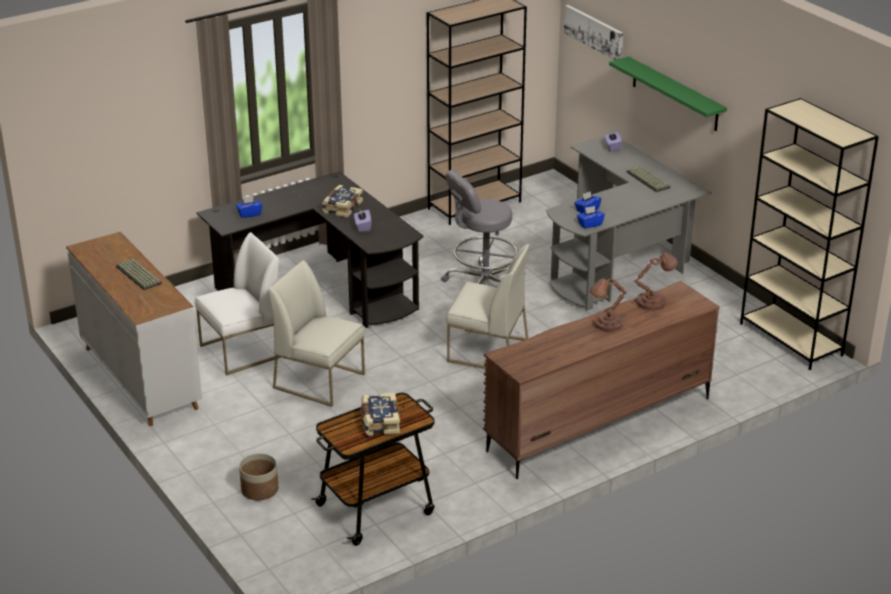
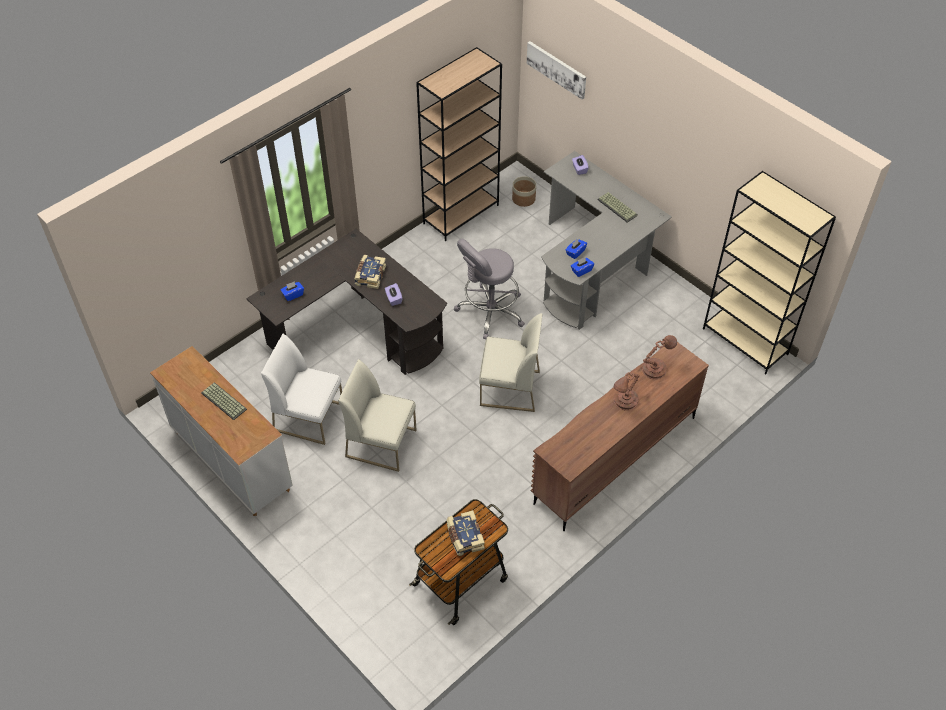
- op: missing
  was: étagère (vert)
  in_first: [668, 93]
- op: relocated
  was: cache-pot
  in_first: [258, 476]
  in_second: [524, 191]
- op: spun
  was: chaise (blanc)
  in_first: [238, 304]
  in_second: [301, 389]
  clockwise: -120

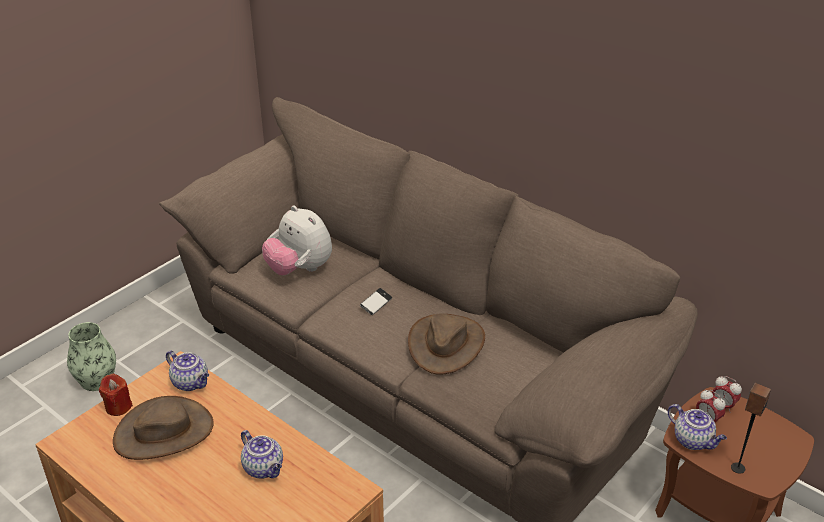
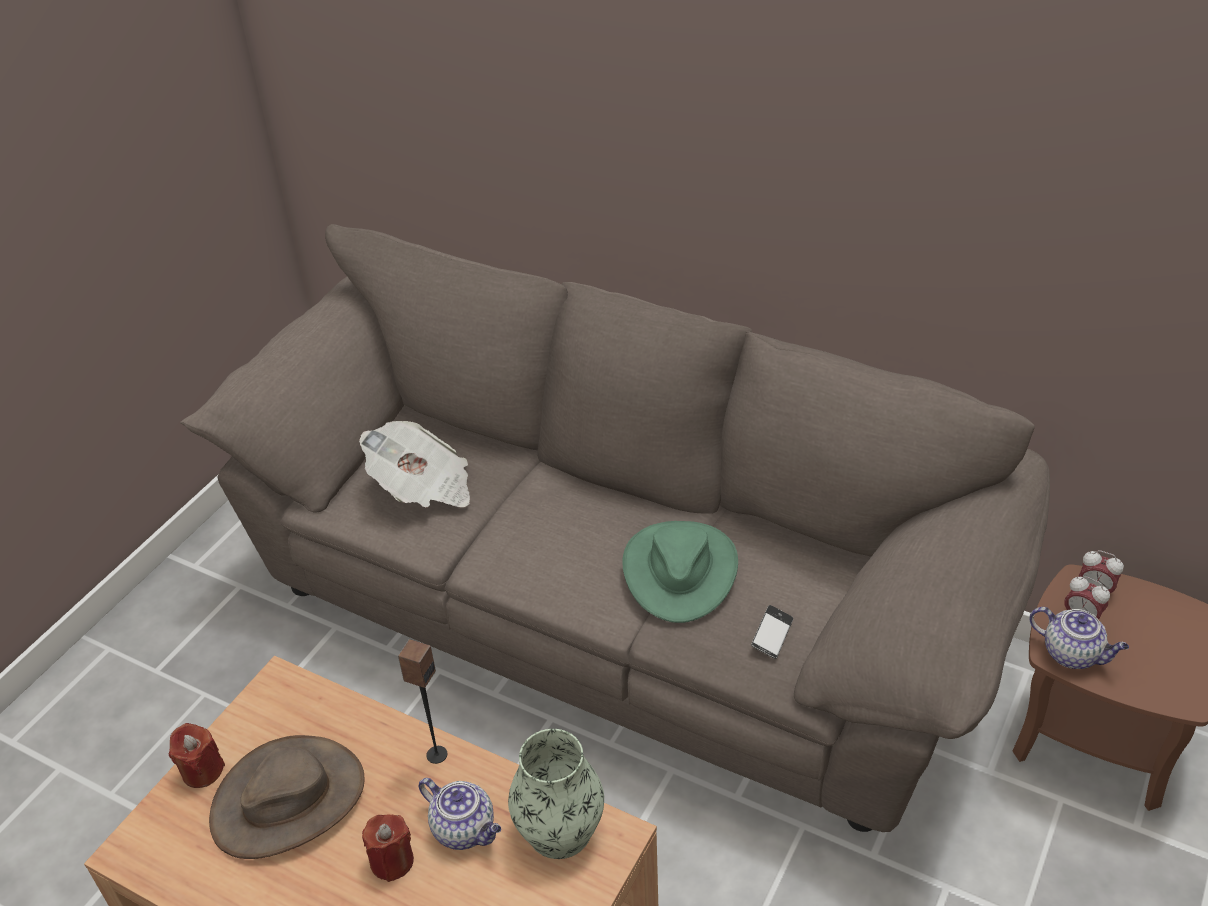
- op: missing
  was: théière
  in_first: [187, 370]
- op: appeared
  now: bougie (rouge)
  in_second: [388, 848]
- op: relocated
  was: vase
  in_first: [91, 356]
  in_second: [556, 794]
- op: relocated
  was: téléphone
  in_first: [376, 301]
  in_second: [772, 632]
- op: relocated
  was: enceinte
  in_first: [751, 428]
  in_second: [422, 701]
- op: exchanged
  was: peluche
  now: journal
  in_first: [297, 240]
  in_second: [414, 464]
- op: colour
  was: chapeau (marron)
  now: chapeau (vert)
  in_first: [446, 344]
  in_second: [680, 572]

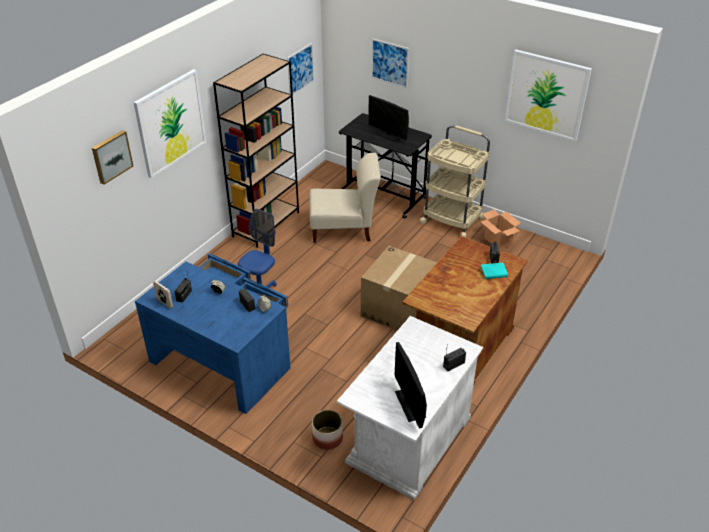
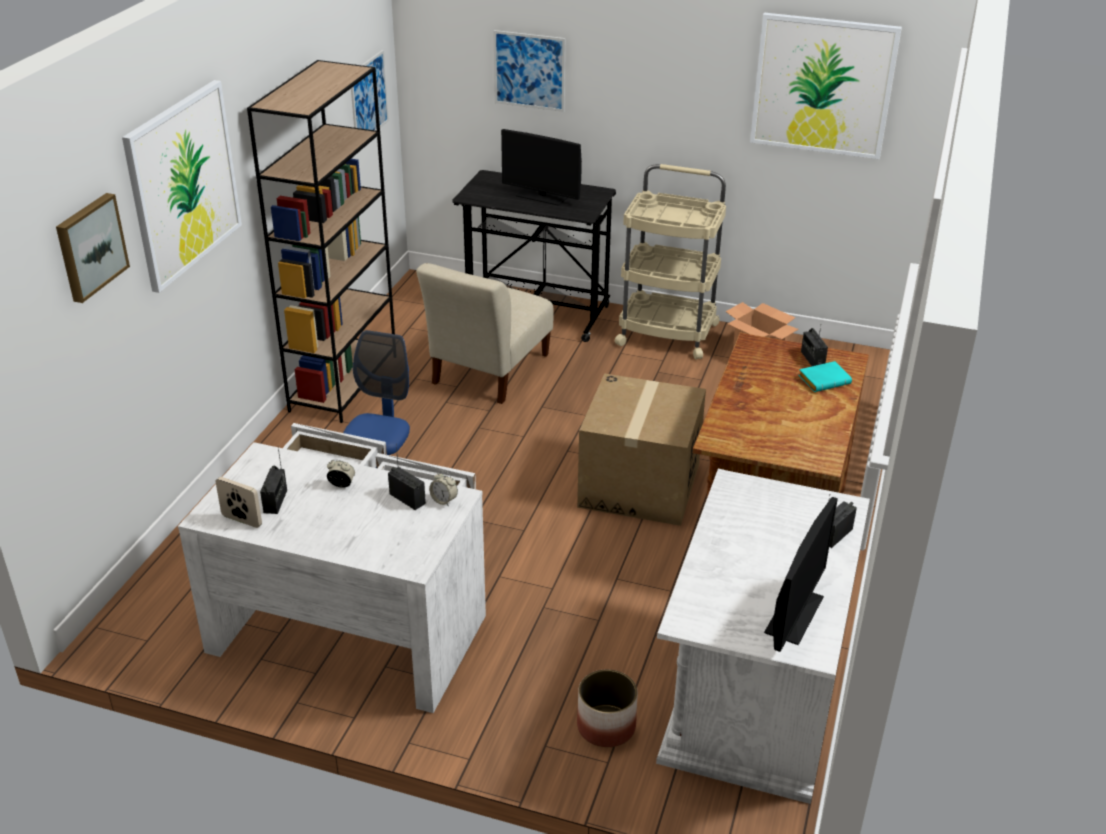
- op: colour
  was: bureau (bleu)
  now: bureau (blanc)
  in_first: [213, 333]
  in_second: [332, 568]
- op: spun
  was: chaise (beige)
  in_first: [345, 198]
  in_second: [484, 333]
  clockwise: 135
- op: spun
  was: écran d'ordinateur
  in_first: [410, 385]
  in_second: [801, 574]
  clockwise: -120

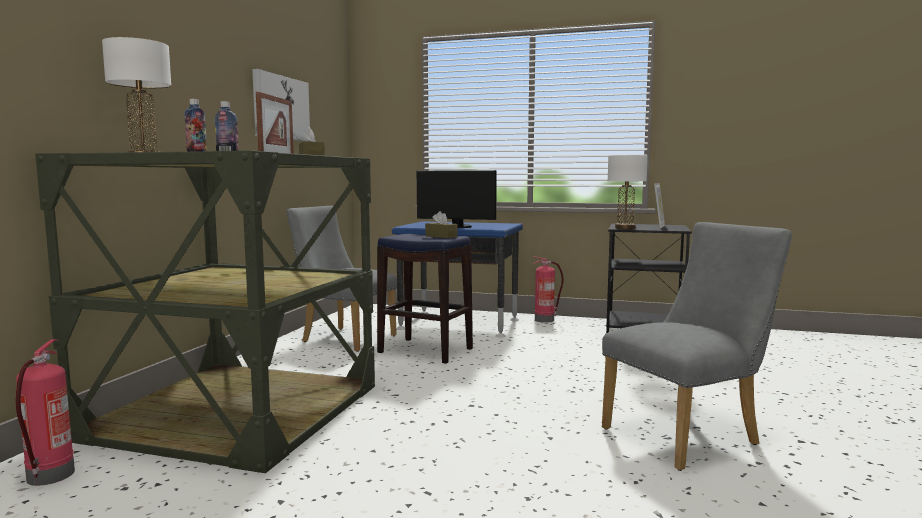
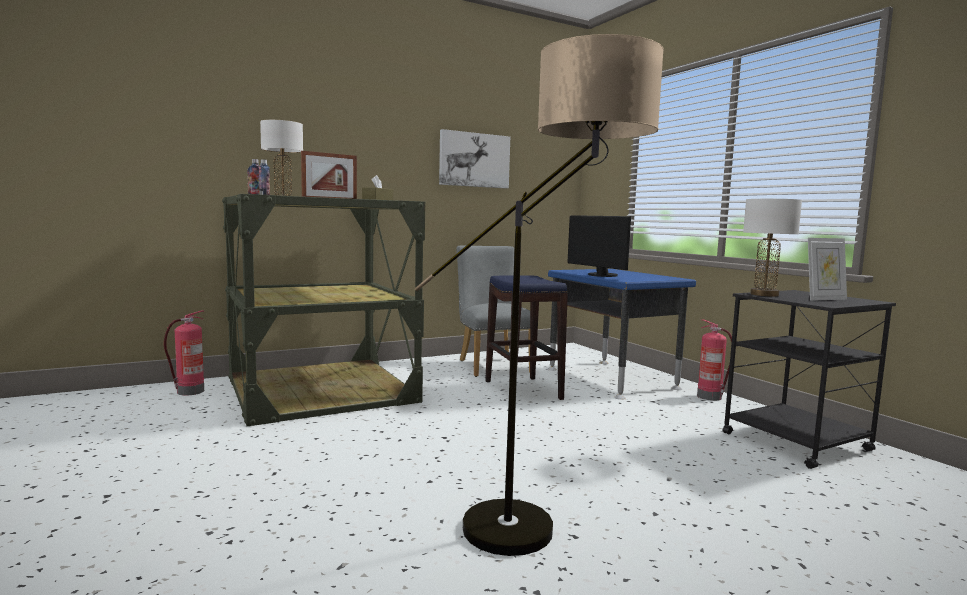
- op: missing
  was: boîte à mouchoirs (marron)
  in_first: [441, 224]
- op: exchanged
  was: chaise (gris)
  now: lampadaire
  in_first: [697, 346]
  in_second: [539, 295]

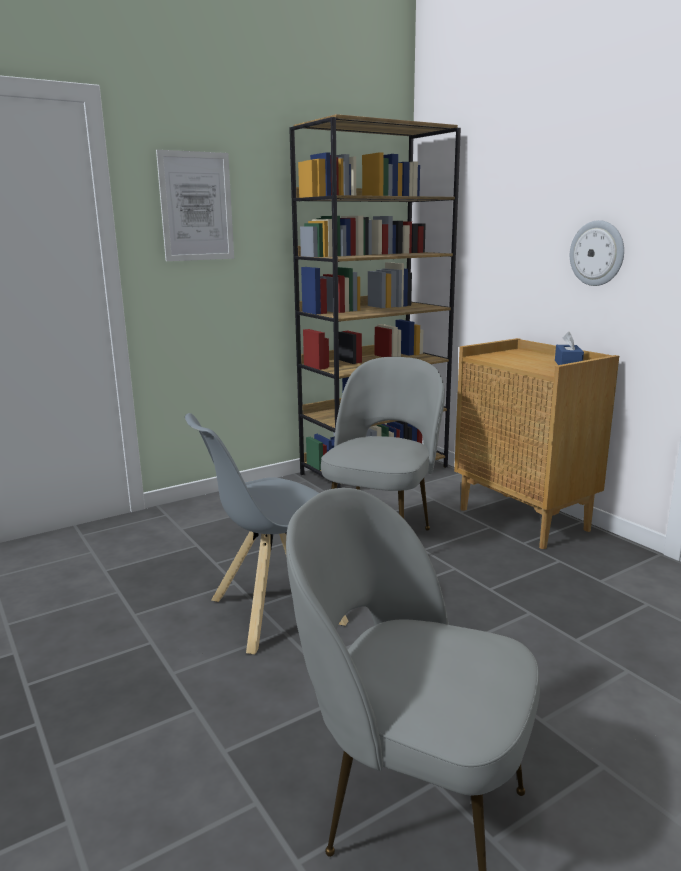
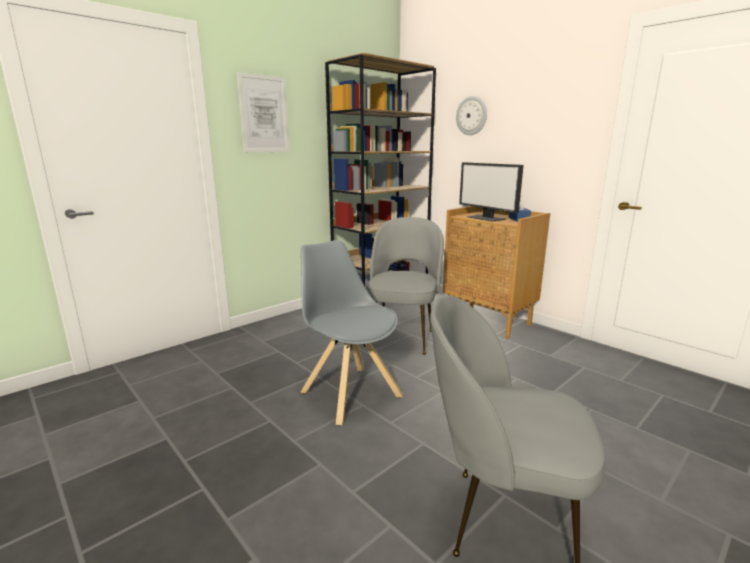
- op: appeared
  now: écran d'ordinateur
  in_second: [491, 192]
- op: relocated
  was: horloge murale
  in_first: [597, 253]
  in_second: [471, 115]
- op: spun
  was: chaise (gris)
  in_first: [266, 533]
  in_second: [351, 332]
  clockwise: 90

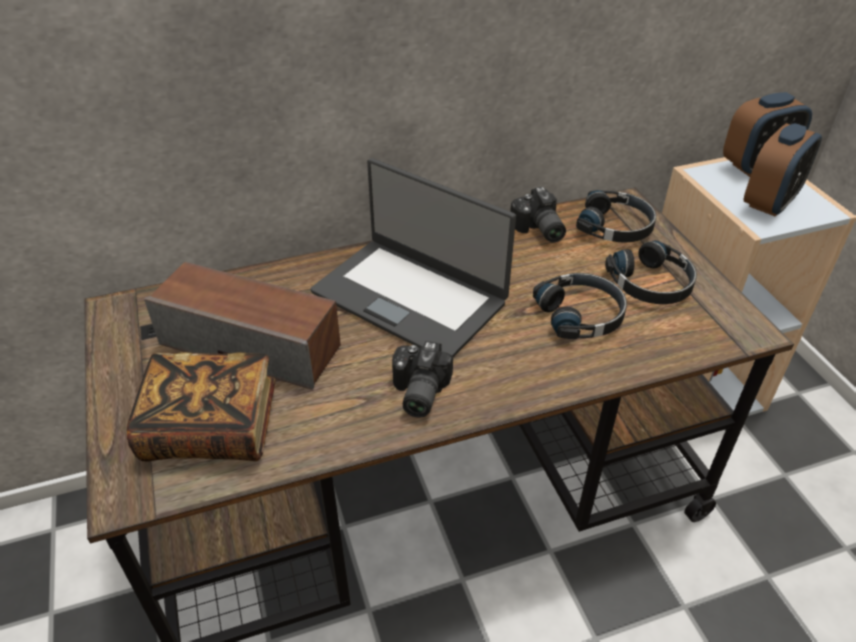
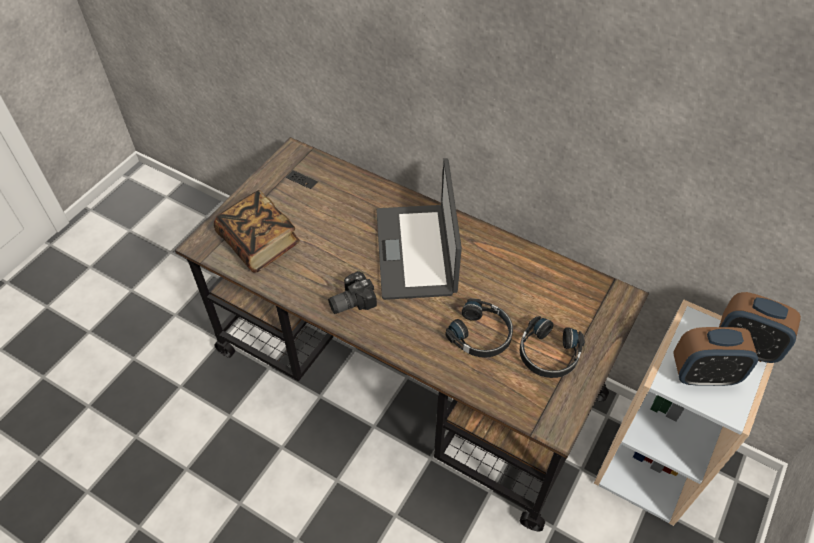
- op: missing
  was: enceinte
  in_first: [242, 326]
- op: missing
  was: appareil photo
  in_first: [538, 215]
- op: missing
  was: casque audio (noir)
  in_first: [616, 216]

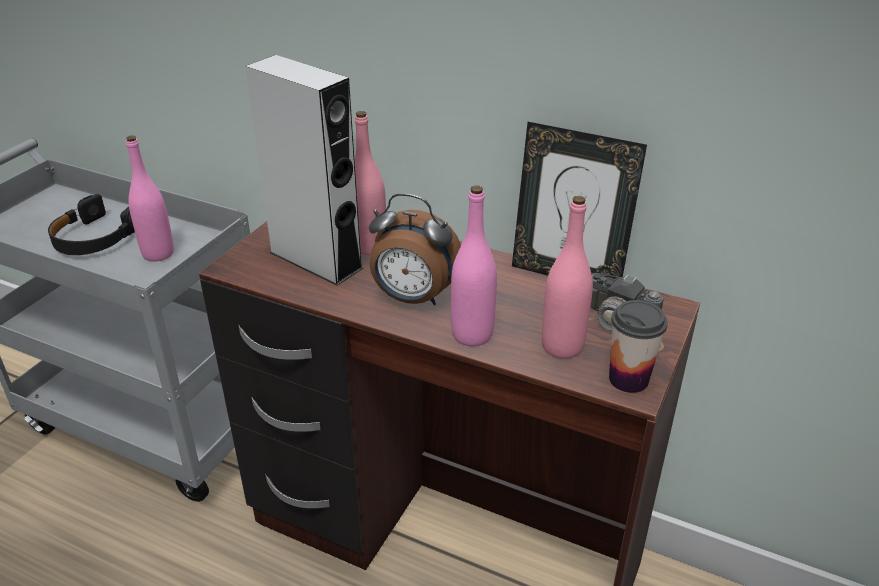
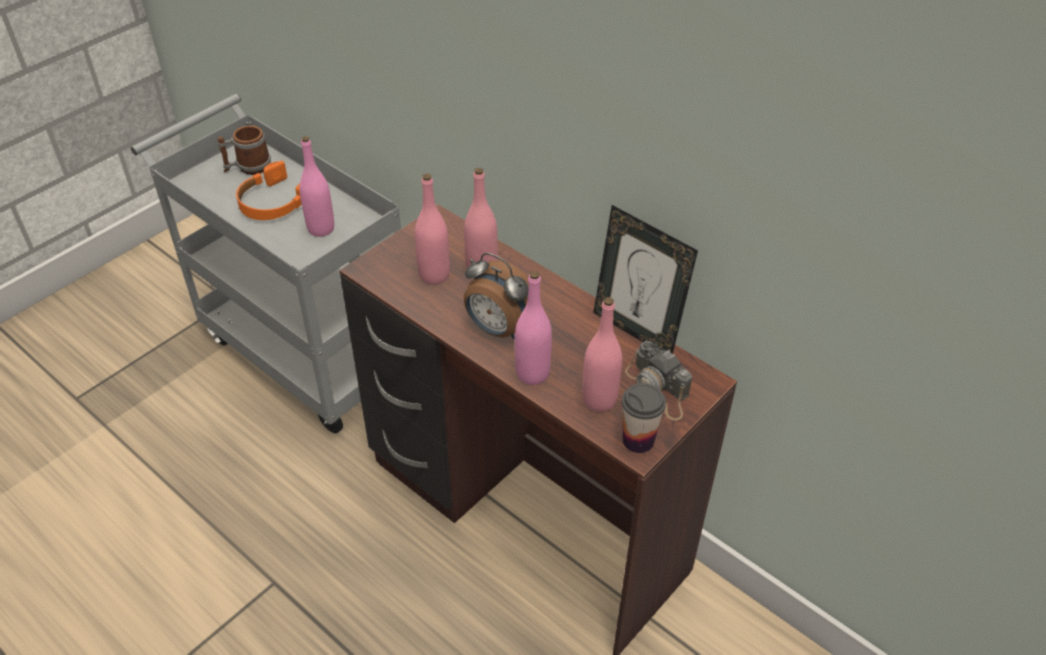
- op: appeared
  now: mug
  in_second: [244, 150]
- op: exchanged
  was: enceinte (gris)
  now: bouteille (rose)
  in_first: [304, 170]
  in_second: [432, 229]
- op: colour
  was: casque audio (noir)
  now: casque audio (orange)
  in_first: [91, 224]
  in_second: [269, 190]

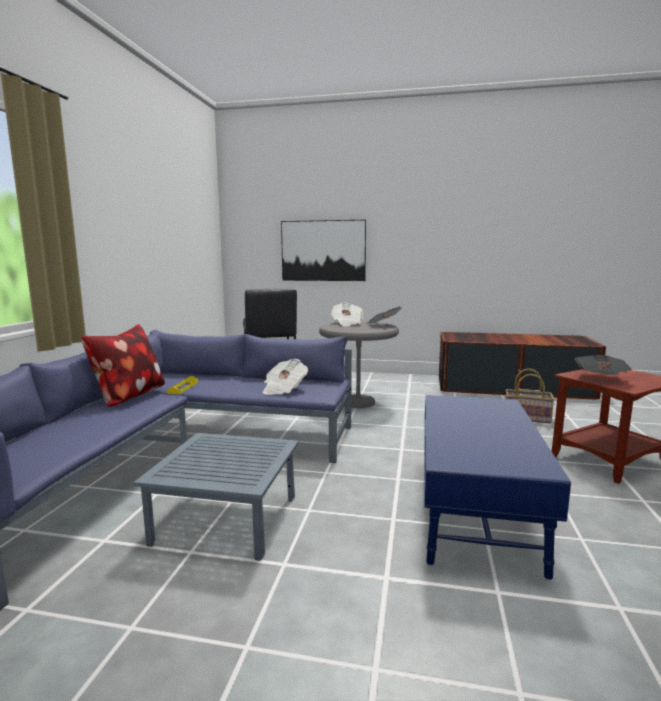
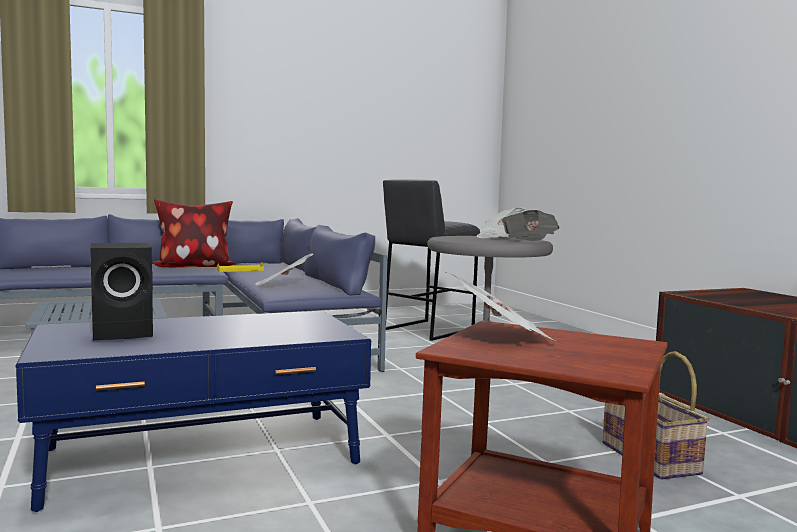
- op: missing
  was: tableau
  in_first: [323, 250]
- op: appeared
  now: enceinte (noir)
  in_second: [121, 291]

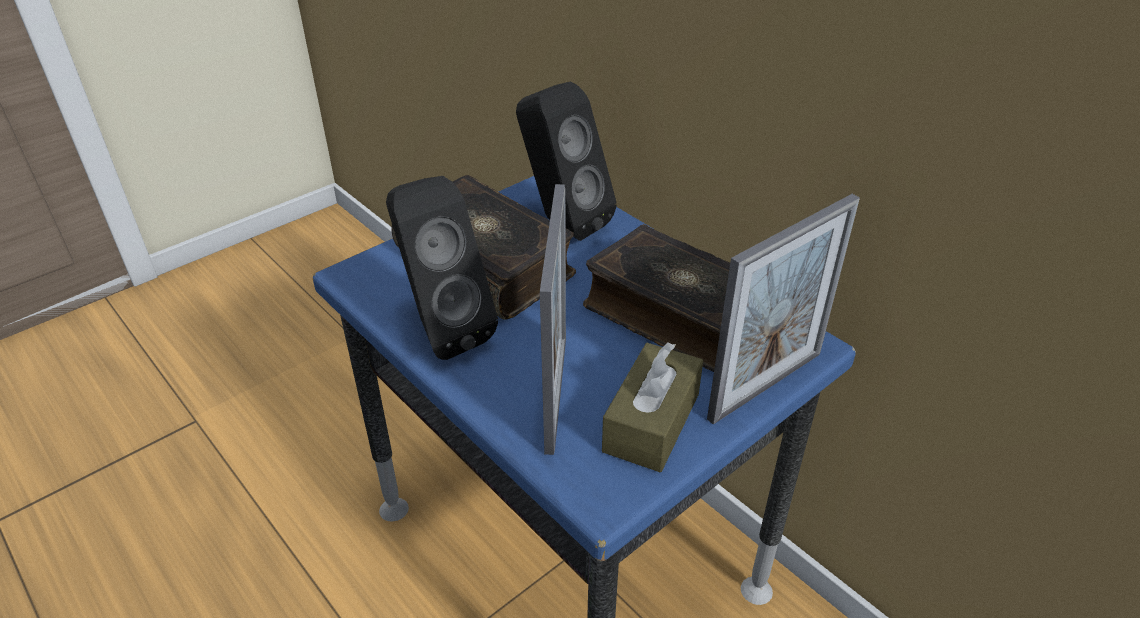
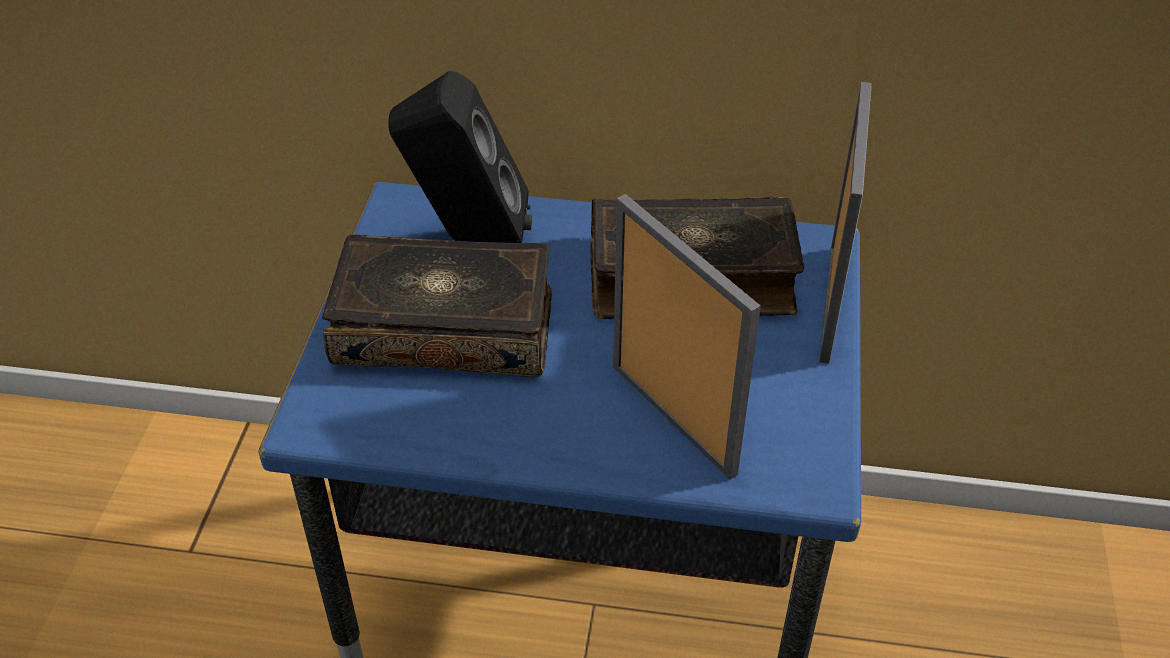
- op: missing
  was: enceinte (noir)
  in_first: [442, 268]
- op: missing
  was: boîte à mouchoirs (marron)
  in_first: [652, 407]

